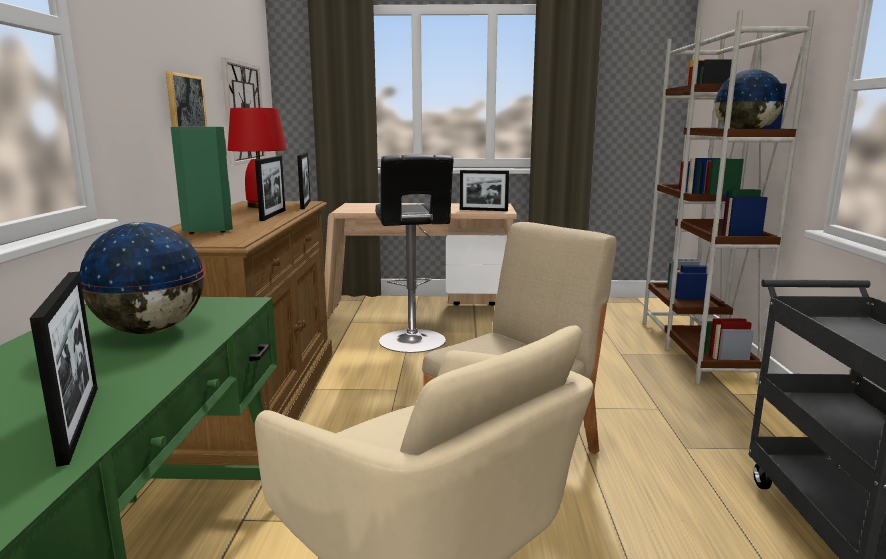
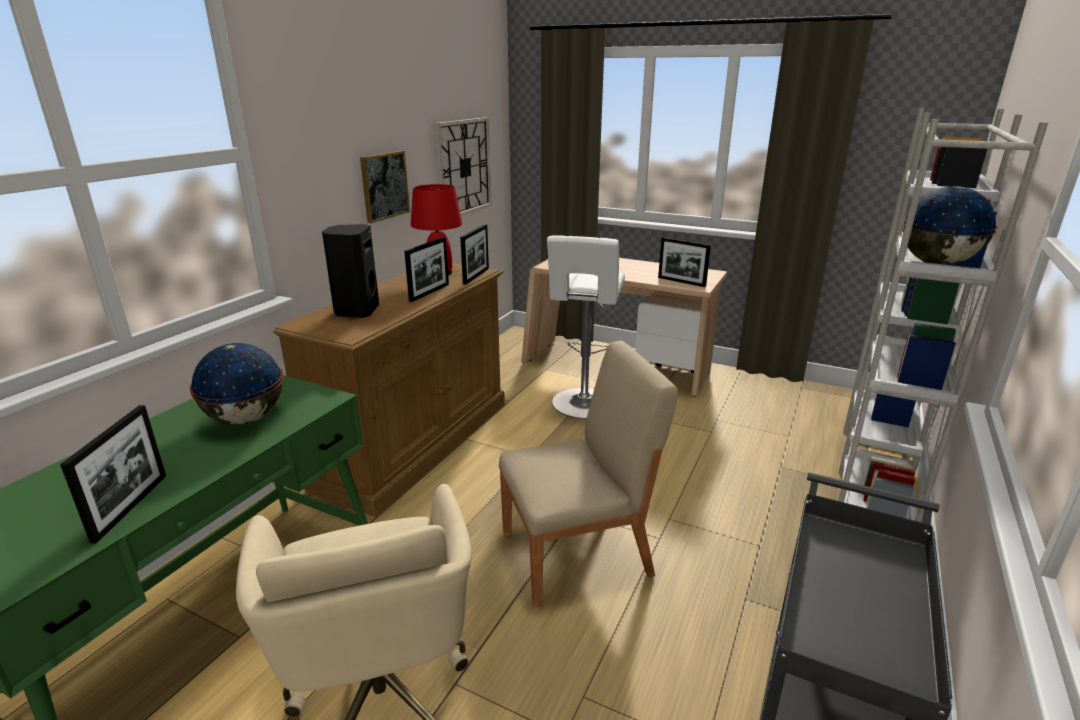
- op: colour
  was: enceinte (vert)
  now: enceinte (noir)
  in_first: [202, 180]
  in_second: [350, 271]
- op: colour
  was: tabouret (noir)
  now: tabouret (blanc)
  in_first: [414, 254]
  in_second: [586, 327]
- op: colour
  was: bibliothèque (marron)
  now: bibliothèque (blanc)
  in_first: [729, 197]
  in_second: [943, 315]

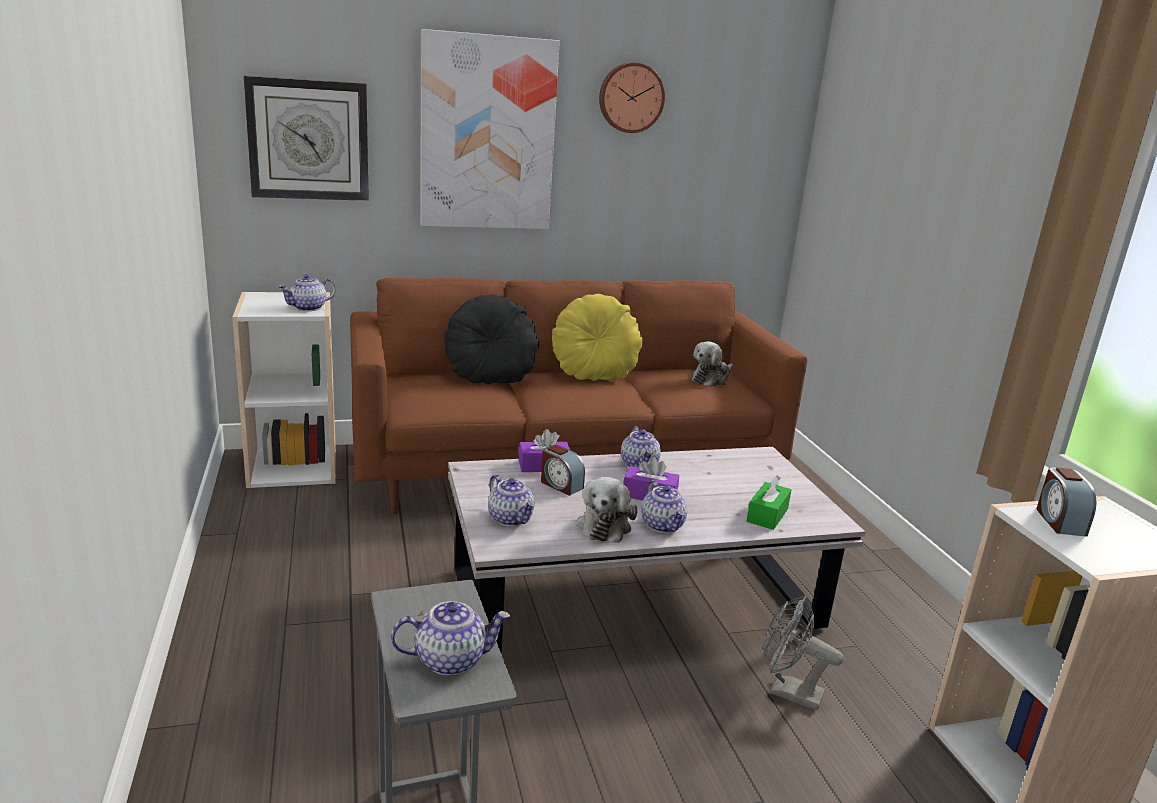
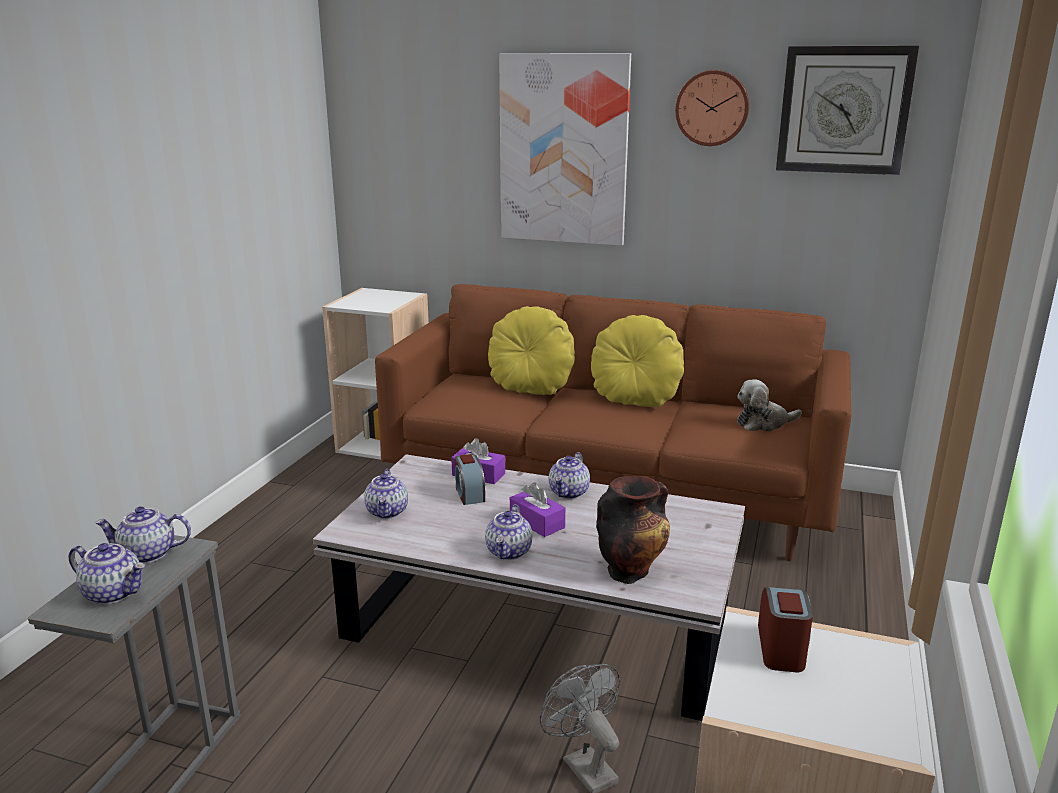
- op: missing
  was: peluche
  in_first: [607, 510]
- op: relocated
  was: horloge murale
  in_first: [306, 138]
  in_second: [847, 110]
- op: relocated
  was: théière
  in_first: [307, 292]
  in_second: [143, 535]
- op: exchanged
  was: boîte à mouchoirs (vert)
  now: vase
  in_first: [769, 502]
  in_second: [633, 530]
- op: colour
  was: coussin (noir)
  now: coussin (jaune)
  in_first: [491, 339]
  in_second: [531, 350]
- op: spun
  was: réveil
  in_first: [1066, 502]
  in_second: [785, 629]
  clockwise: 150

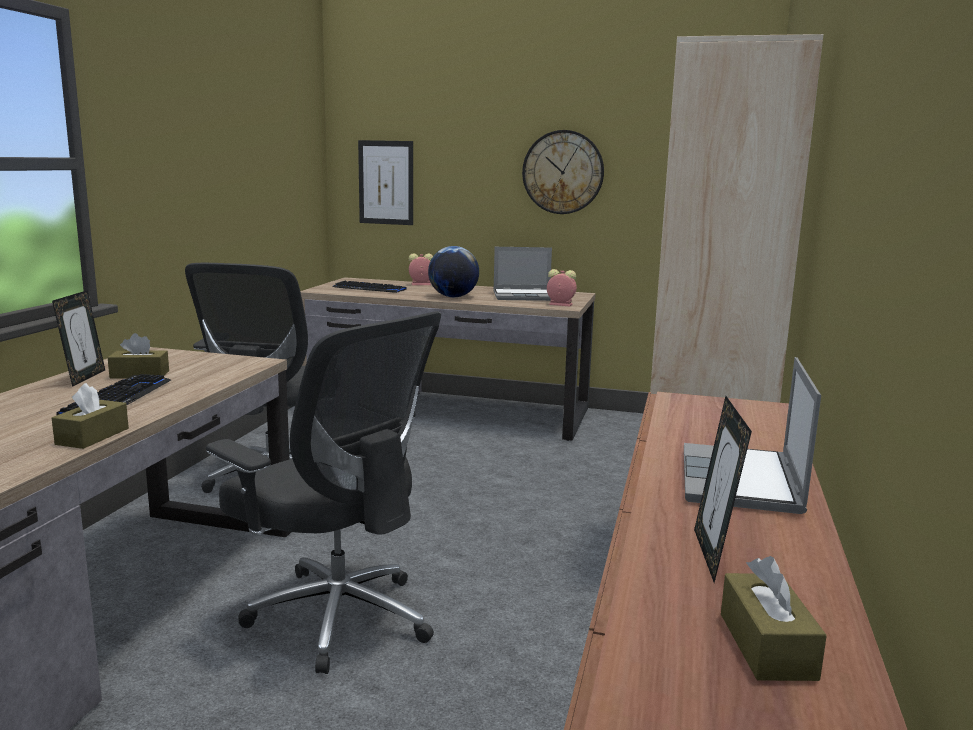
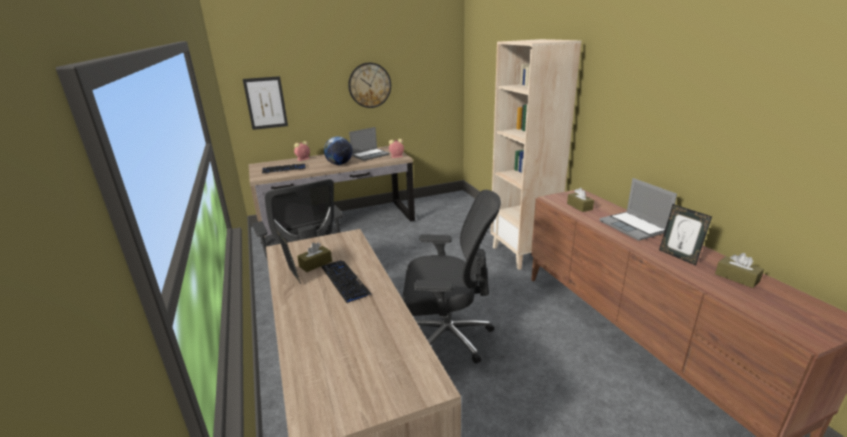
- op: relocated
  was: boîte à mouchoirs (marron)
  in_first: [90, 416]
  in_second: [580, 200]

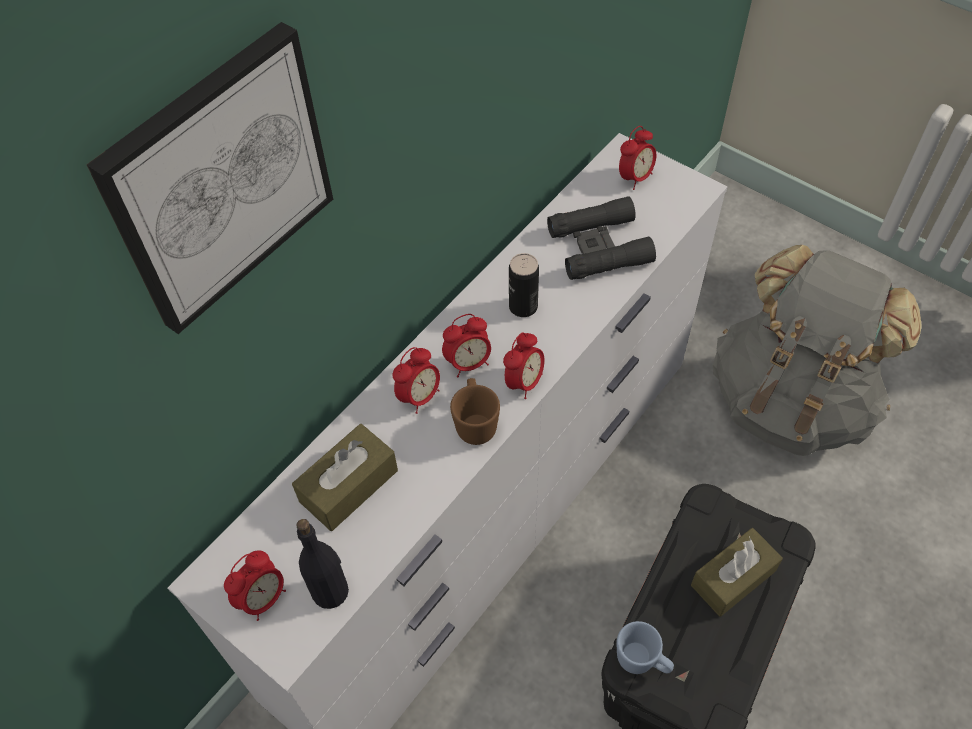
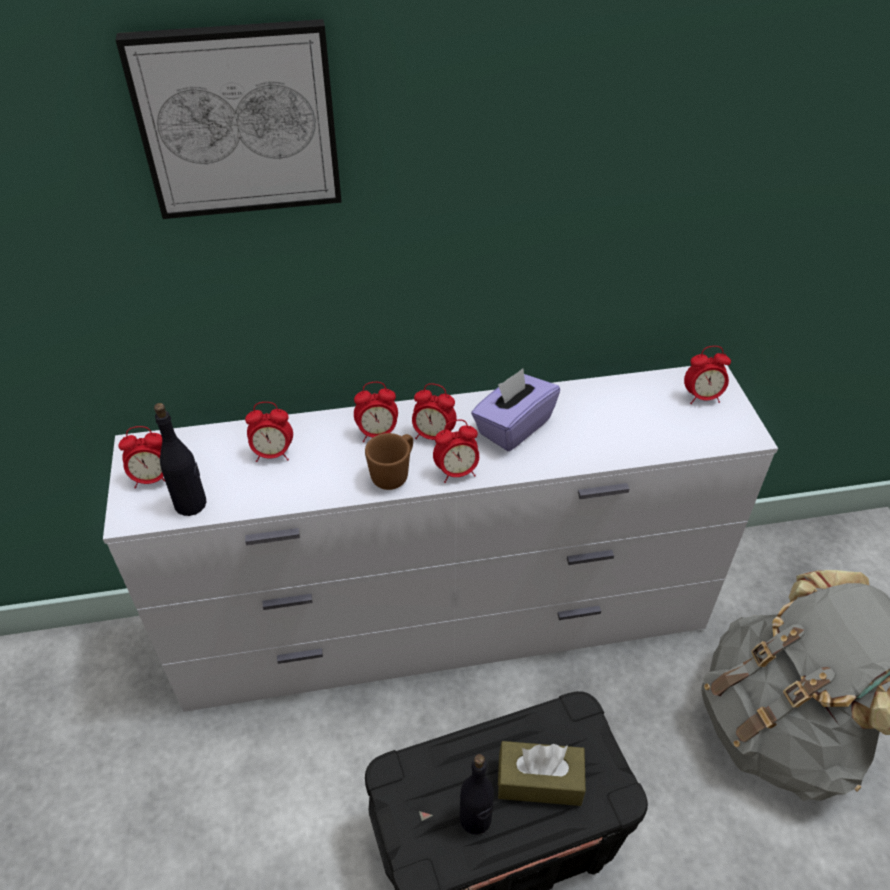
- op: missing
  was: jumelles (noir)
  in_first: [601, 238]
- op: missing
  was: mug (bleu)
  in_first: [645, 647]
- op: appeared
  now: bouteille (noir)
  in_second: [477, 794]
- op: exchanged
  was: boîte à mouchoirs (marron)
  now: réveil
  in_first: [345, 477]
  in_second: [269, 432]
- op: exchanged
  was: boîte métallique
  now: boîte à mouchoirs (violet)
  in_first: [524, 285]
  in_second: [515, 409]

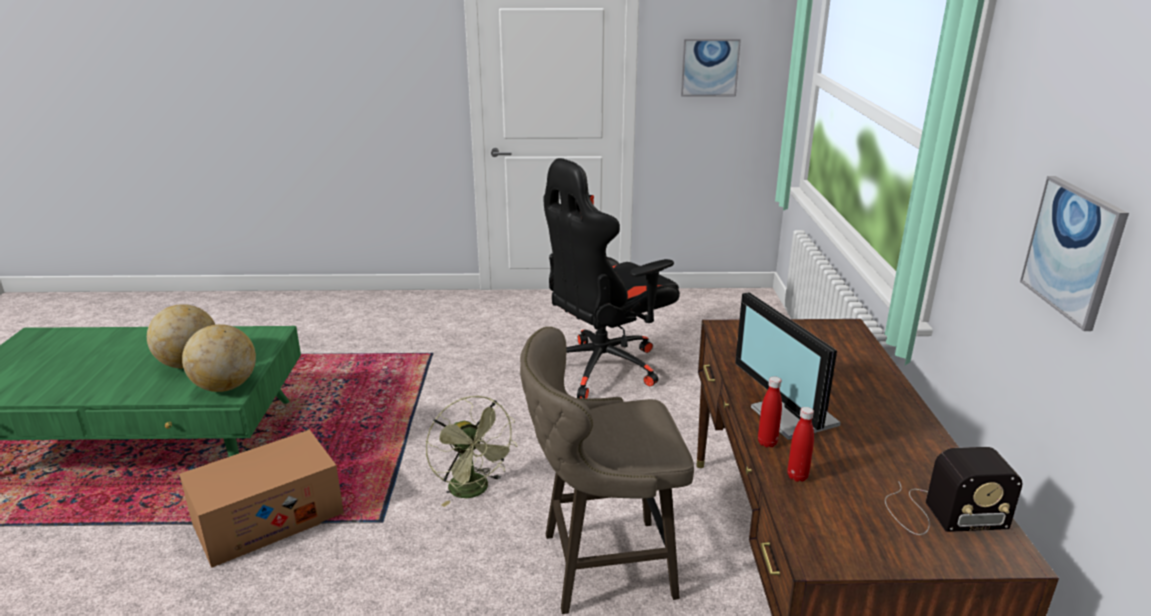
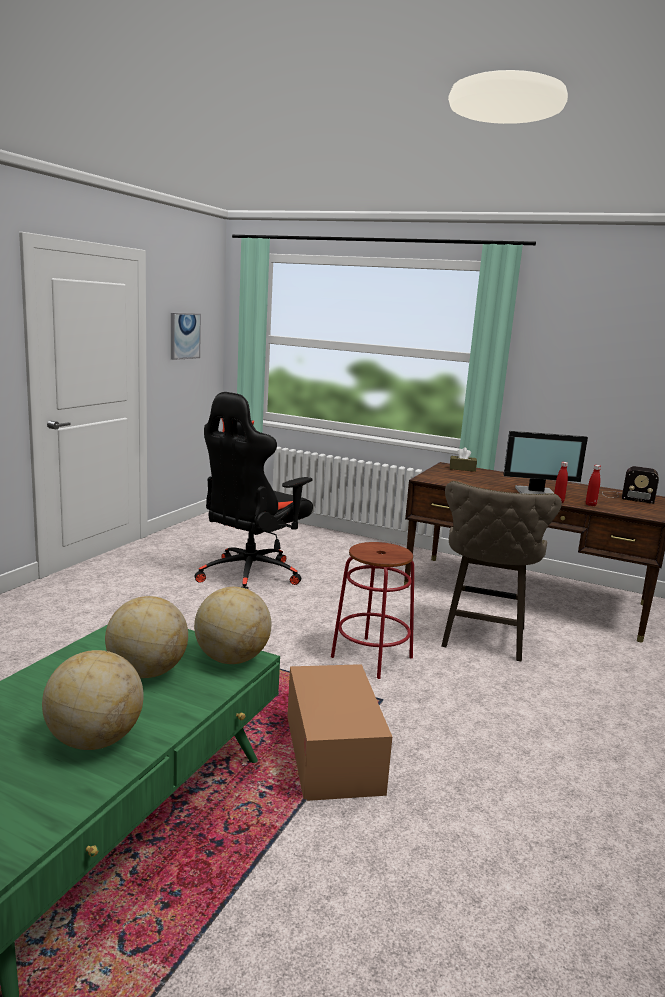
- op: missing
  was: tableau
  in_first: [1074, 253]
- op: appeared
  now: globe
  in_second: [93, 700]
- op: appeared
  now: boîte à mouchoirs (marron)
  in_second: [463, 459]
- op: exchanged
  was: ventilateur (vert)
  now: tabouret (rouge)
  in_first: [471, 451]
  in_second: [372, 610]
- op: spun
  was: chaise de bureau (noir)
  in_first: [611, 278]
  in_second: [254, 490]
  clockwise: 45
- op: spun
  was: radio
  in_first: [954, 491]
  in_second: [631, 485]
  clockwise: 90

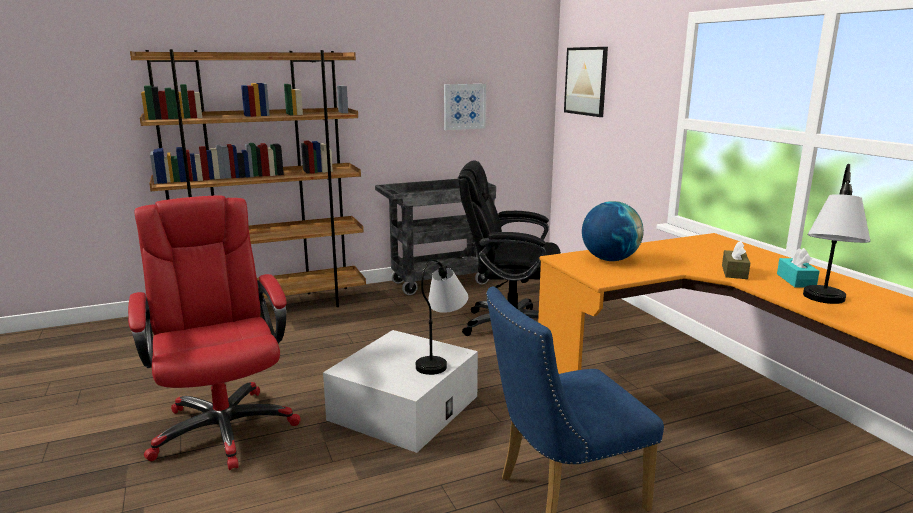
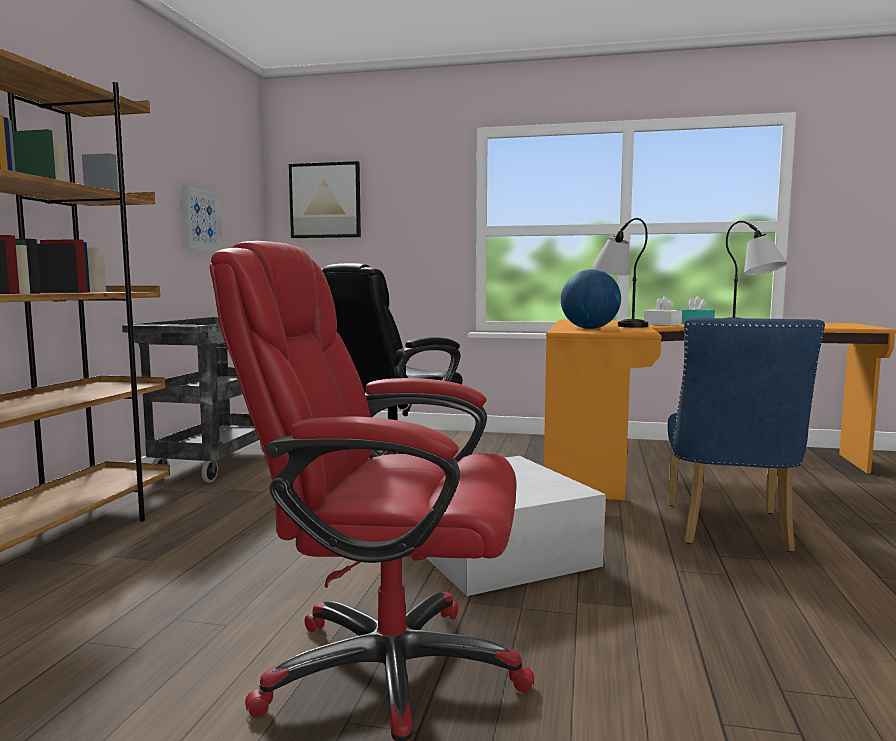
- op: relocated
  was: lampe de table
  in_first: [442, 317]
  in_second: [620, 272]
- op: colour
  was: boîte à mouchoirs (marron)
  now: boîte à mouchoirs (blanc)
  in_first: [736, 260]
  in_second: [663, 311]

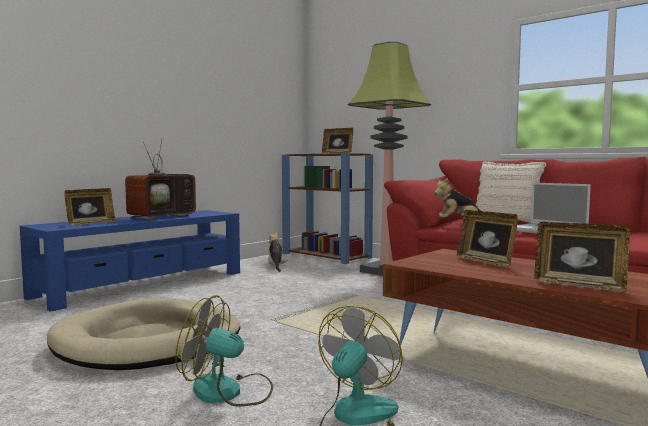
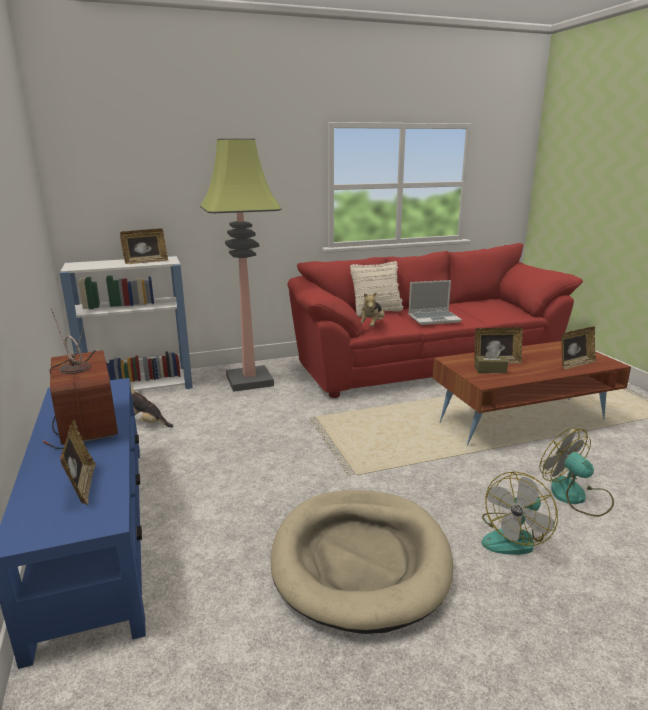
- op: appeared
  now: boîte à mouchoirs (marron)
  in_second: [491, 360]
- op: colour
  was: bibliothèque (marron)
  now: bibliothèque (blanc)
  in_first: [327, 208]
  in_second: [126, 323]

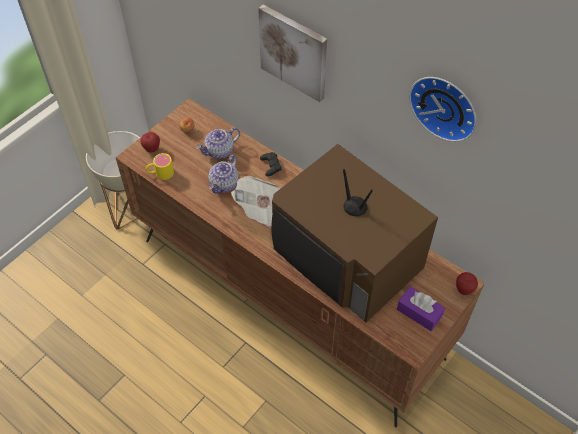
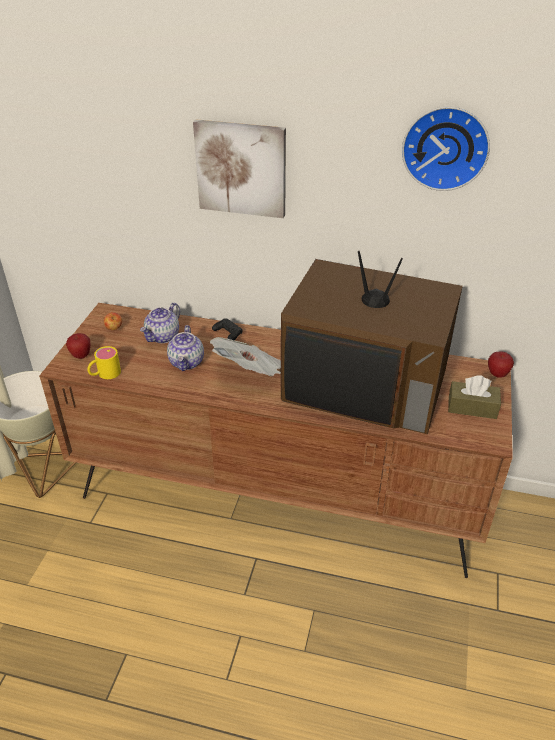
- op: colour
  was: boîte à mouchoirs (violet)
  now: boîte à mouchoirs (marron)
  in_first: [421, 308]
  in_second: [474, 397]

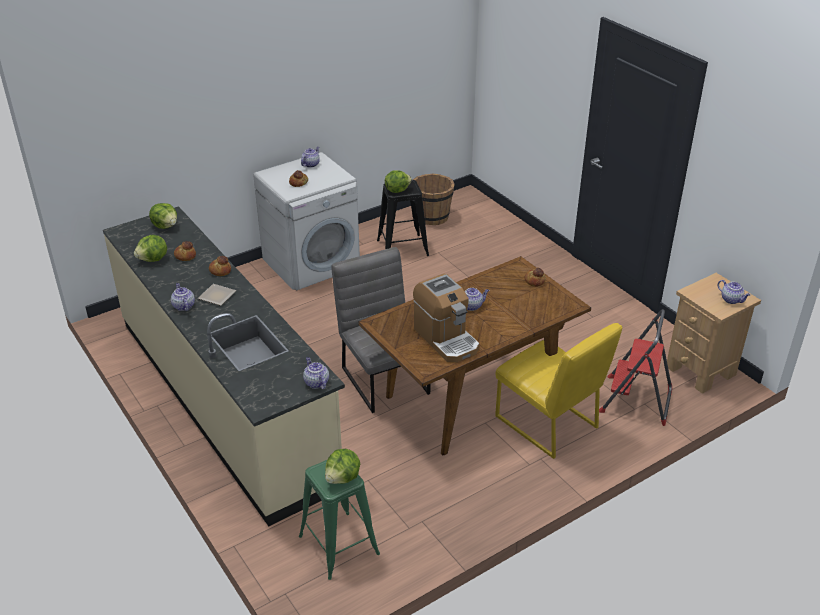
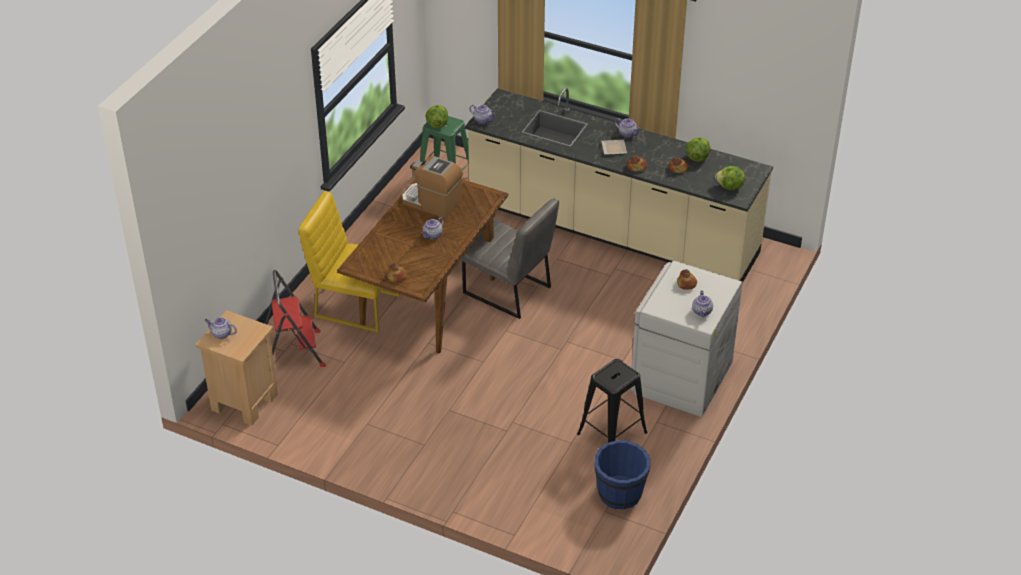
- op: missing
  was: laitue
  in_first: [398, 182]
- op: colour
  was: seau (marron)
  now: seau (bleu)
  in_first: [434, 199]
  in_second: [622, 474]

